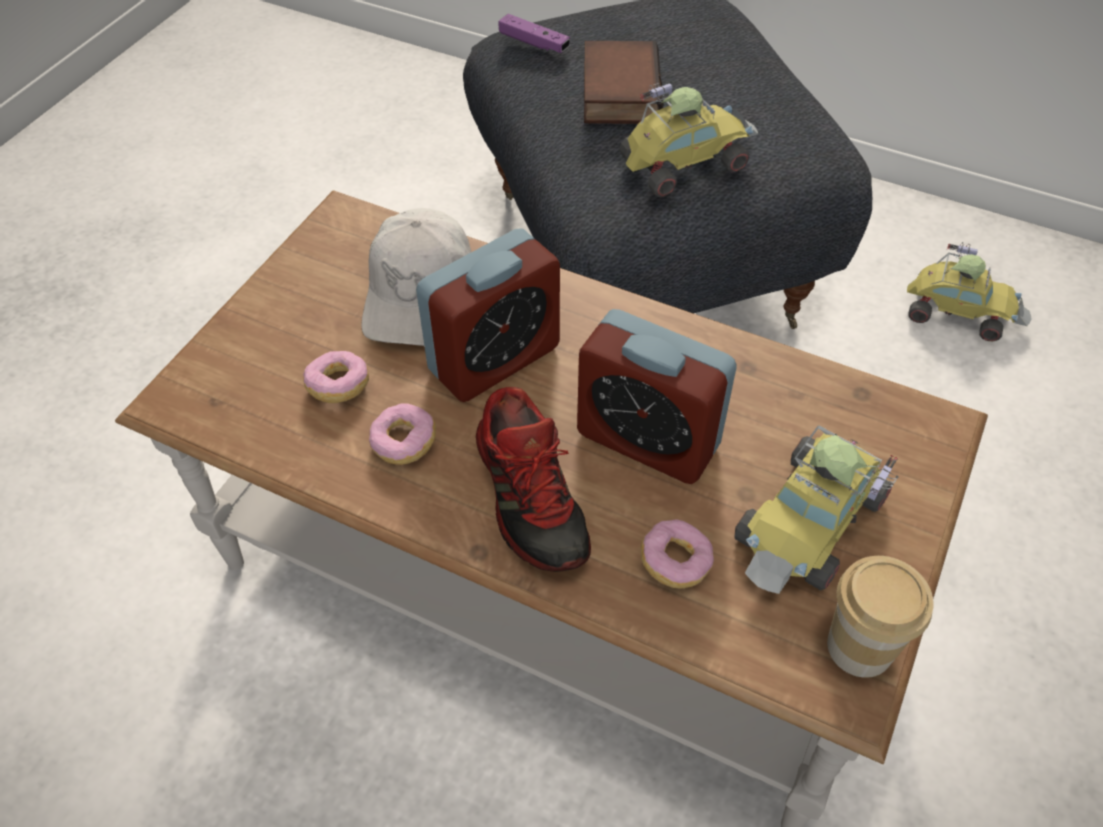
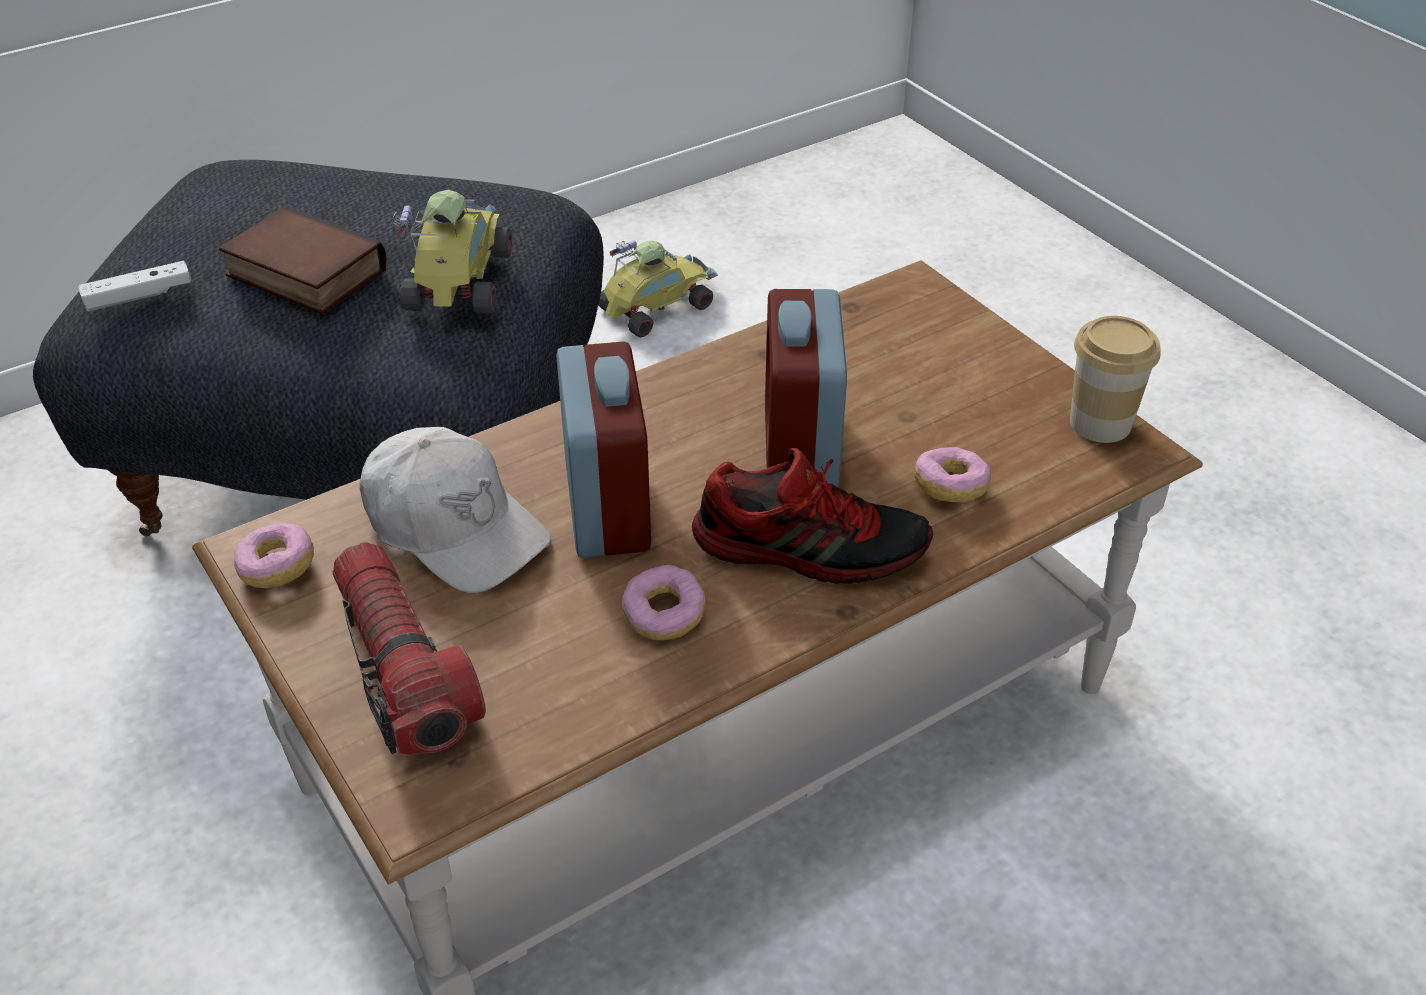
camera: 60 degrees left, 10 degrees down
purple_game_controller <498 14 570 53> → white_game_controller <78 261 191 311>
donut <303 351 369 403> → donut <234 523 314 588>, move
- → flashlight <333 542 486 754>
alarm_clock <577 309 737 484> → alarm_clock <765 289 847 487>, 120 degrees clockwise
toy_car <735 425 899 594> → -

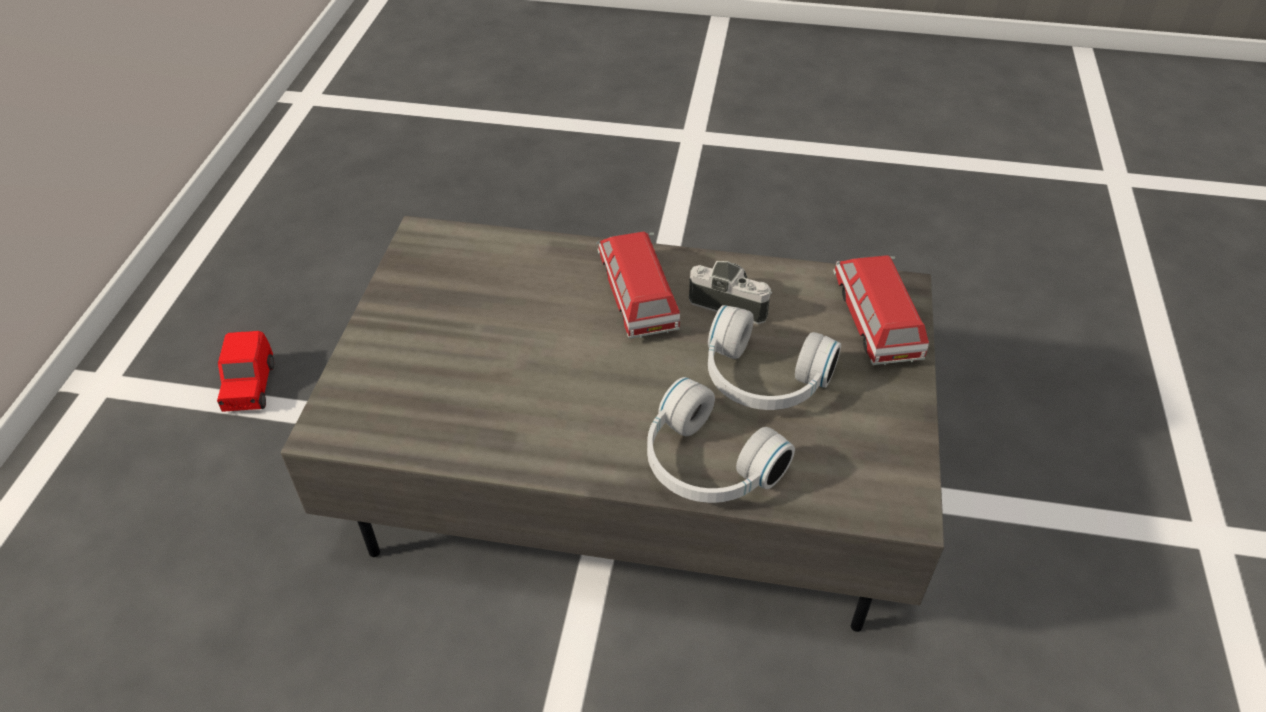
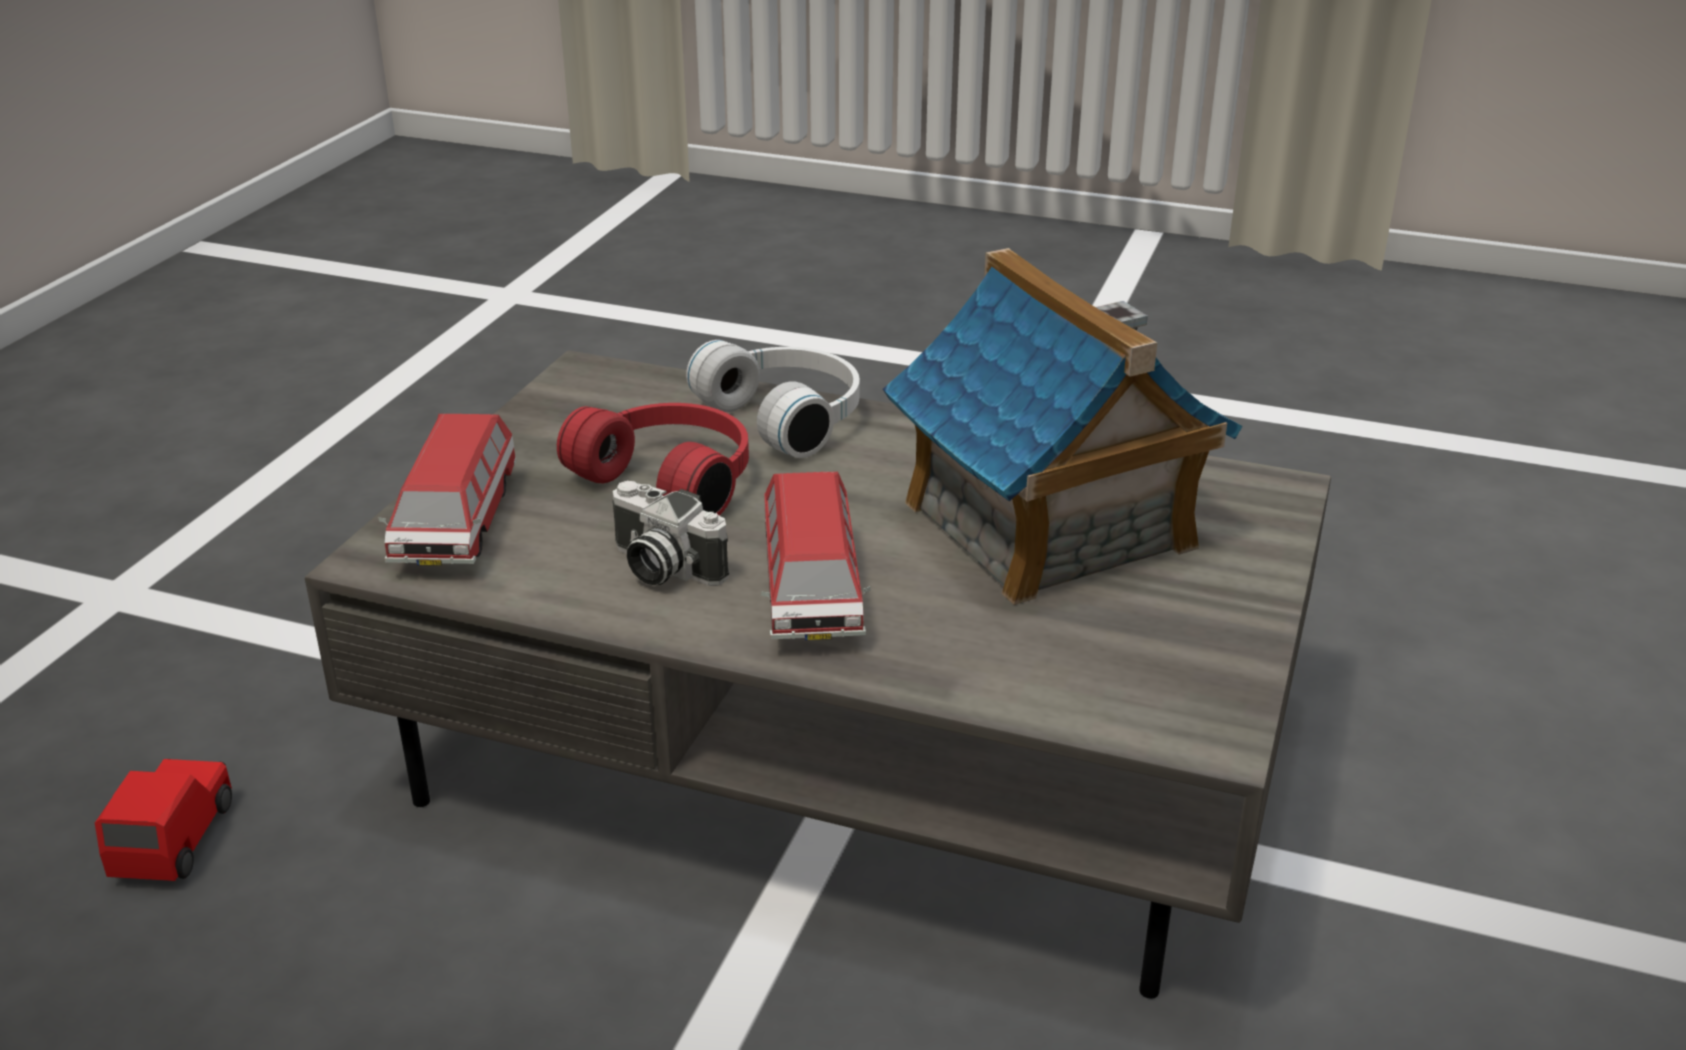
camera: 170 degrees left, 15 degrees down
red_toy_car <217 331 274 412> → red_toy_car <95 759 232 881>, move
white_headphones <708 305 841 410> → red_headphones <557 403 749 515>
- → toy_house <883 248 1243 605>

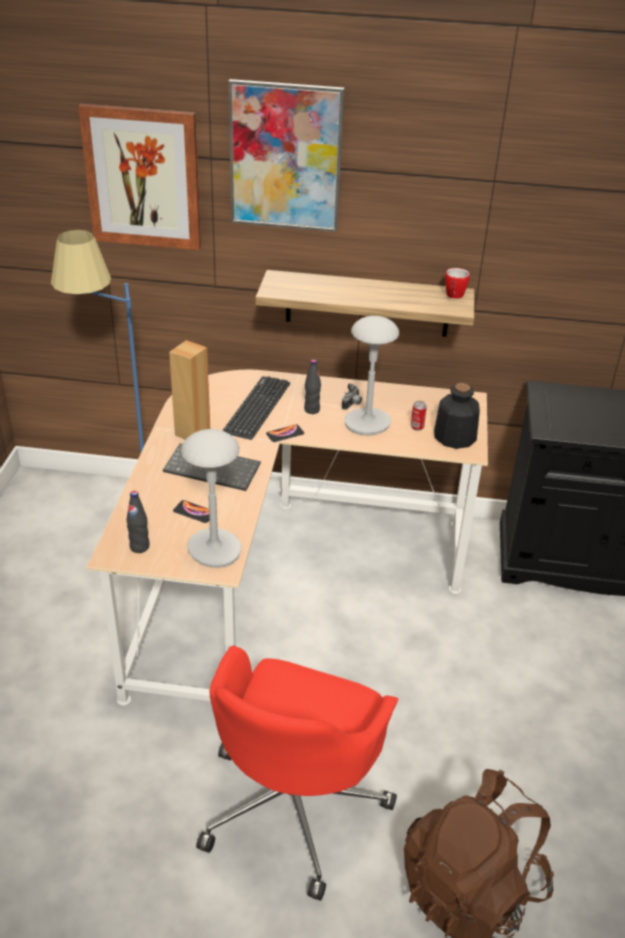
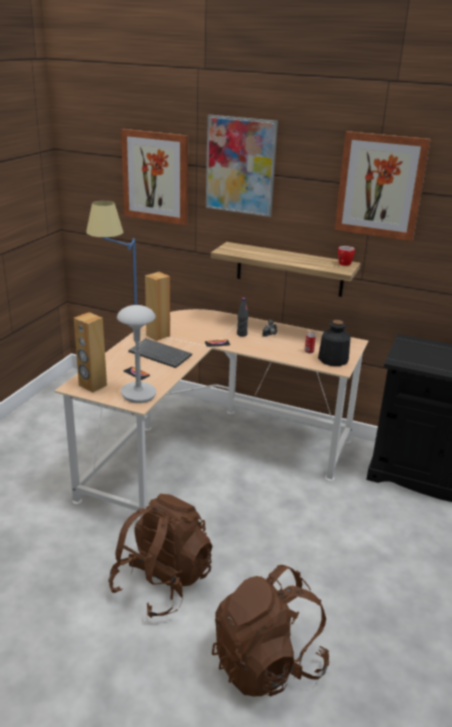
camera: 15 degrees right, 10 degrees down
black_bottle <126 491 149 553> → brown_speaker <74 312 107 393>
red_office_chair <196 646 398 901> → brown_backpack <108 494 213 618>
- → picture <334 131 431 241>
keyboard <222 376 290 440> → -
grey_table_lamp <345 316 399 435> → -

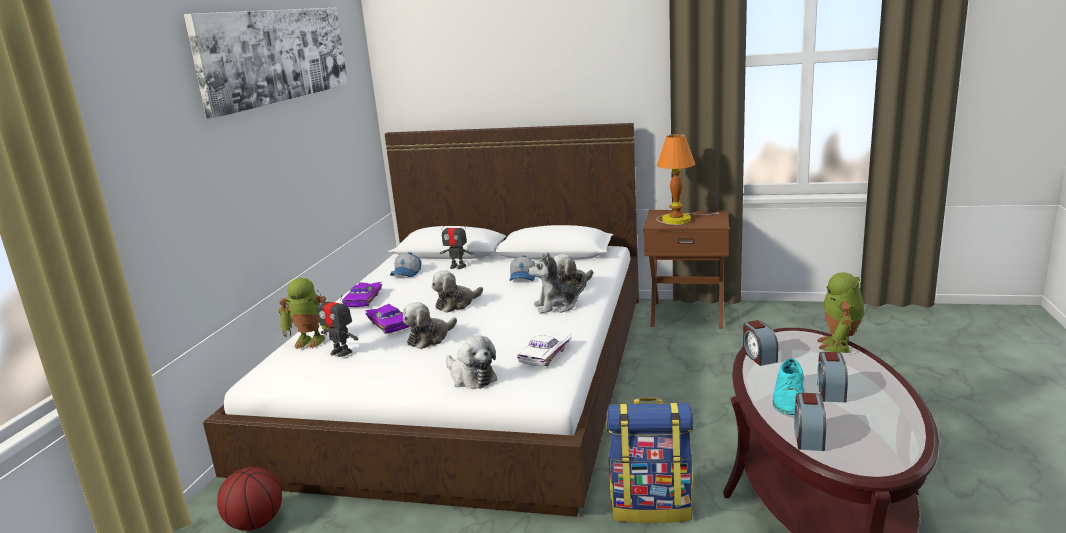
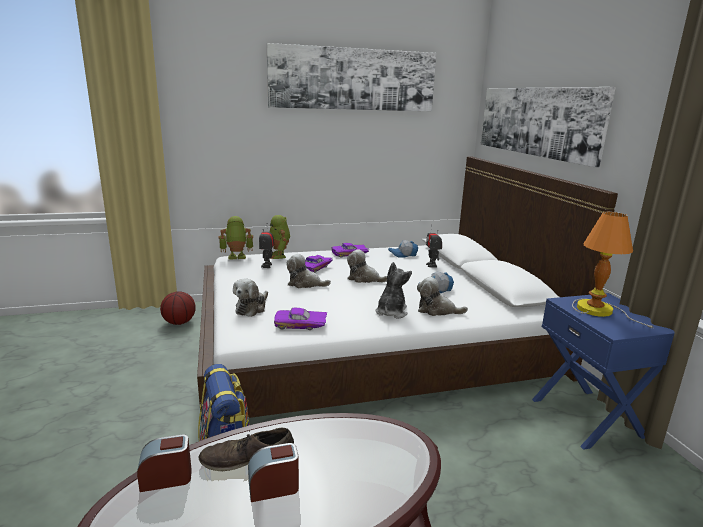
camera: 60 degrees right, 0 degrees up
turquoise_shoe <773 358 804 415> → brown_shoe <199 428 294 471>
toy_robot <817 272 865 353> → toy_robot <219 216 253 260>, move
white_toy_car <517 330 572 367> → purple_toy_car <274 308 327 330>
plush_toy <528 253 585 314> → plush_toy <375 262 412 319>, 60 degrees clockwise
- → picture <481 87 616 167>
brown_nightstand <644 210 729 329> → blue_nightstand <532 293 675 450>
alarm_clock <743 320 778 366> → -

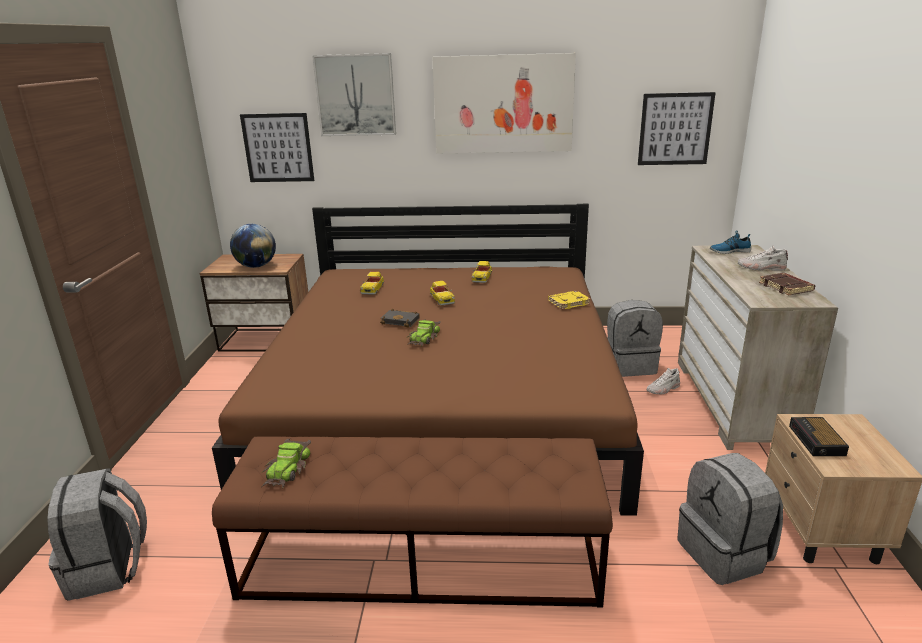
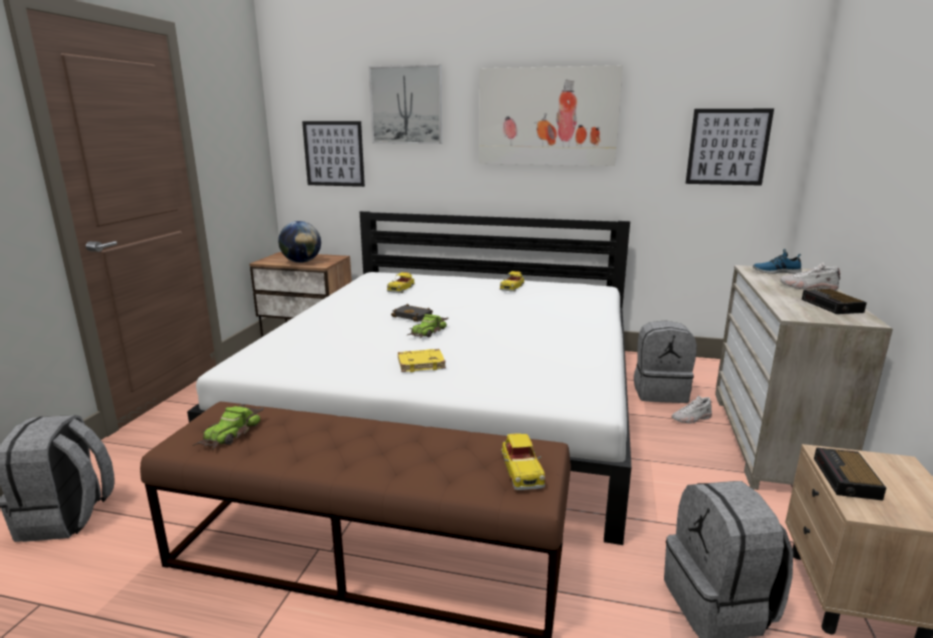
camera: 10 degrees right, 5 degrees down
brown_bed <212 204 644 516> → white_bed <187 211 631 545>
yellow_book <548 291 591 310> → yellow_book <398 349 446 372>, move
toy_car <430 281 455 305> → toy_car <501 433 545 490>, move
brown_book <759 273 815 296> → alarm_clock <802 289 867 314>

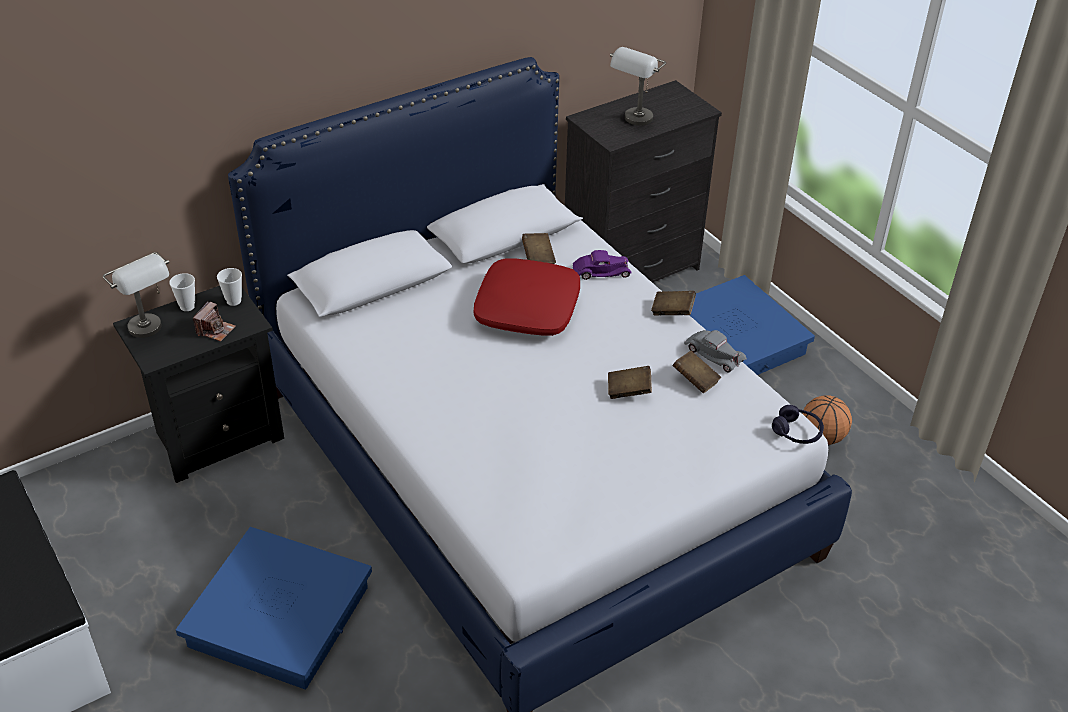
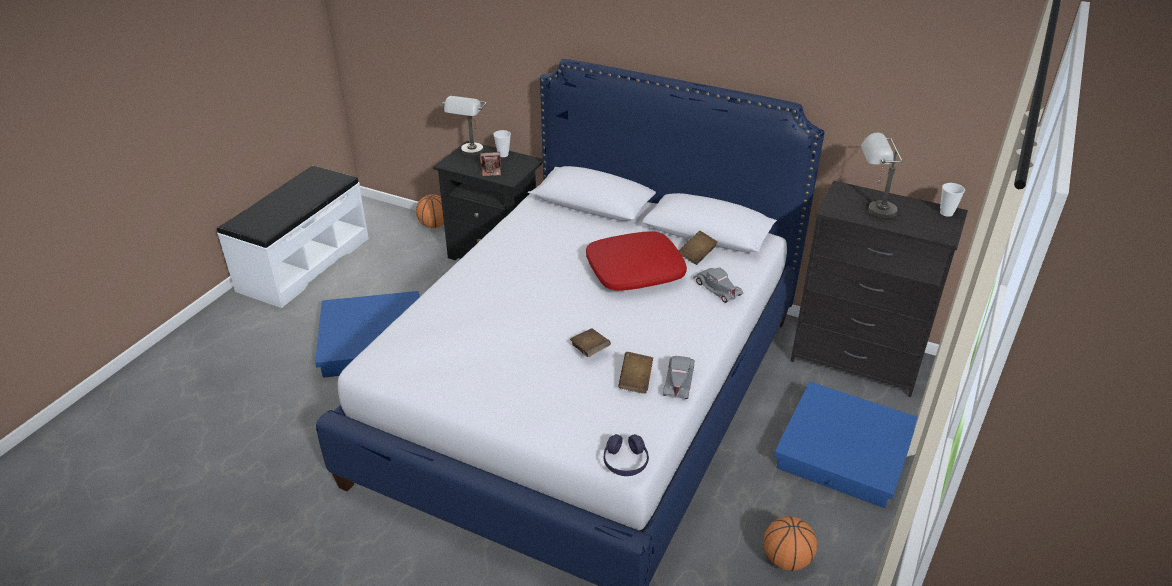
camera: 60 degrees right, 5 degrees down
- → basketball <416 194 444 228>
purple_toy_car <573 250 631 280> → grey_toy_car <693 268 743 303>
cup <217 268 242 306> → cup <940 183 965 217>, move
brown_book <651 291 696 316> → -

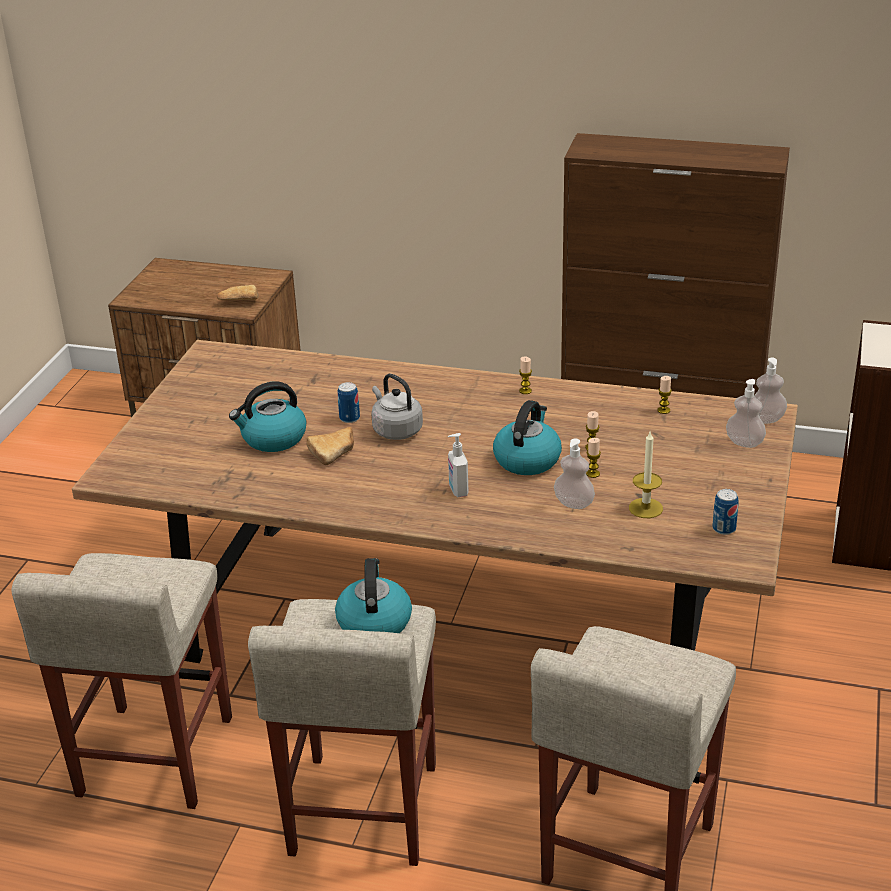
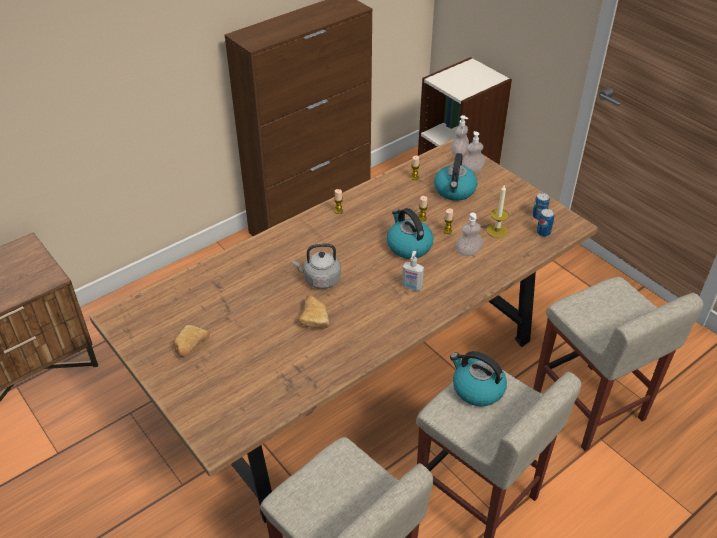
camera: 55 degrees left, 10 degrees up
bread <217 285 259 300> → bread <174 325 210 357>, move
kettle <229 381 306 452> → kettle <434 153 477 201>, move
can <337 382 360 423> → can <537 209 554 237>, move

